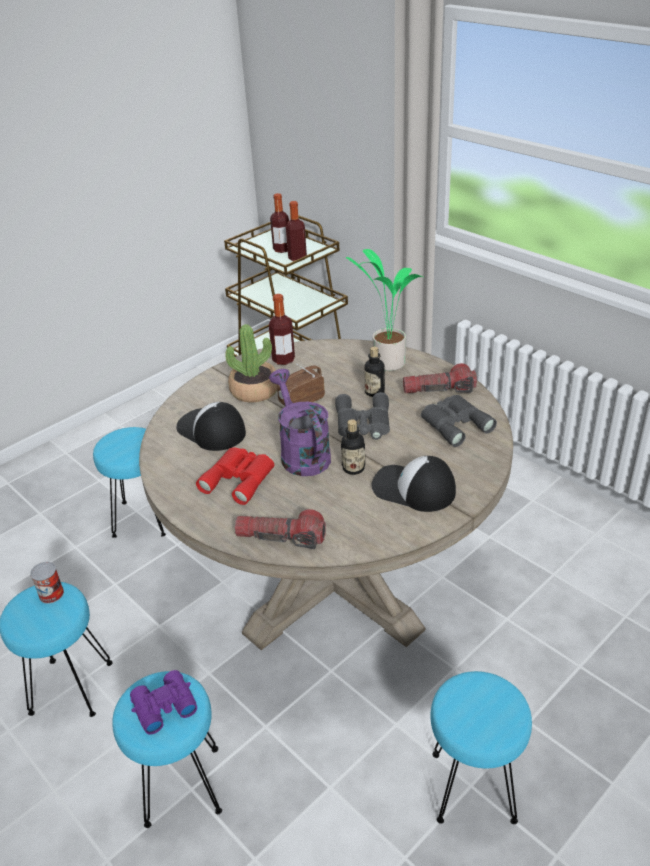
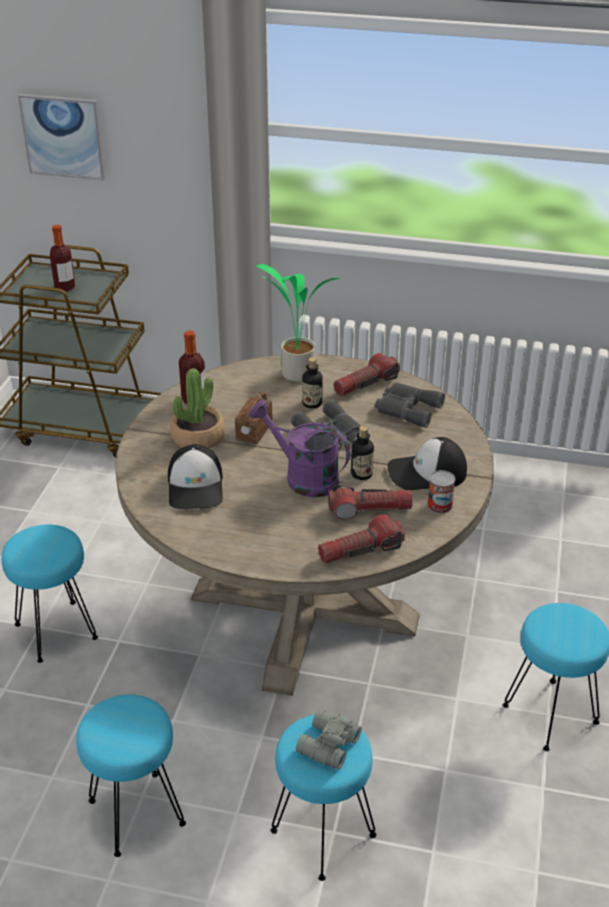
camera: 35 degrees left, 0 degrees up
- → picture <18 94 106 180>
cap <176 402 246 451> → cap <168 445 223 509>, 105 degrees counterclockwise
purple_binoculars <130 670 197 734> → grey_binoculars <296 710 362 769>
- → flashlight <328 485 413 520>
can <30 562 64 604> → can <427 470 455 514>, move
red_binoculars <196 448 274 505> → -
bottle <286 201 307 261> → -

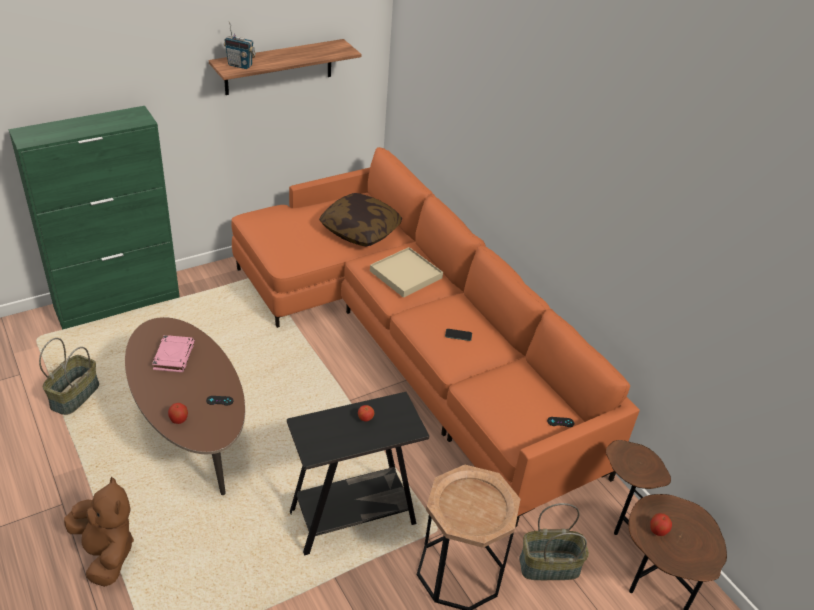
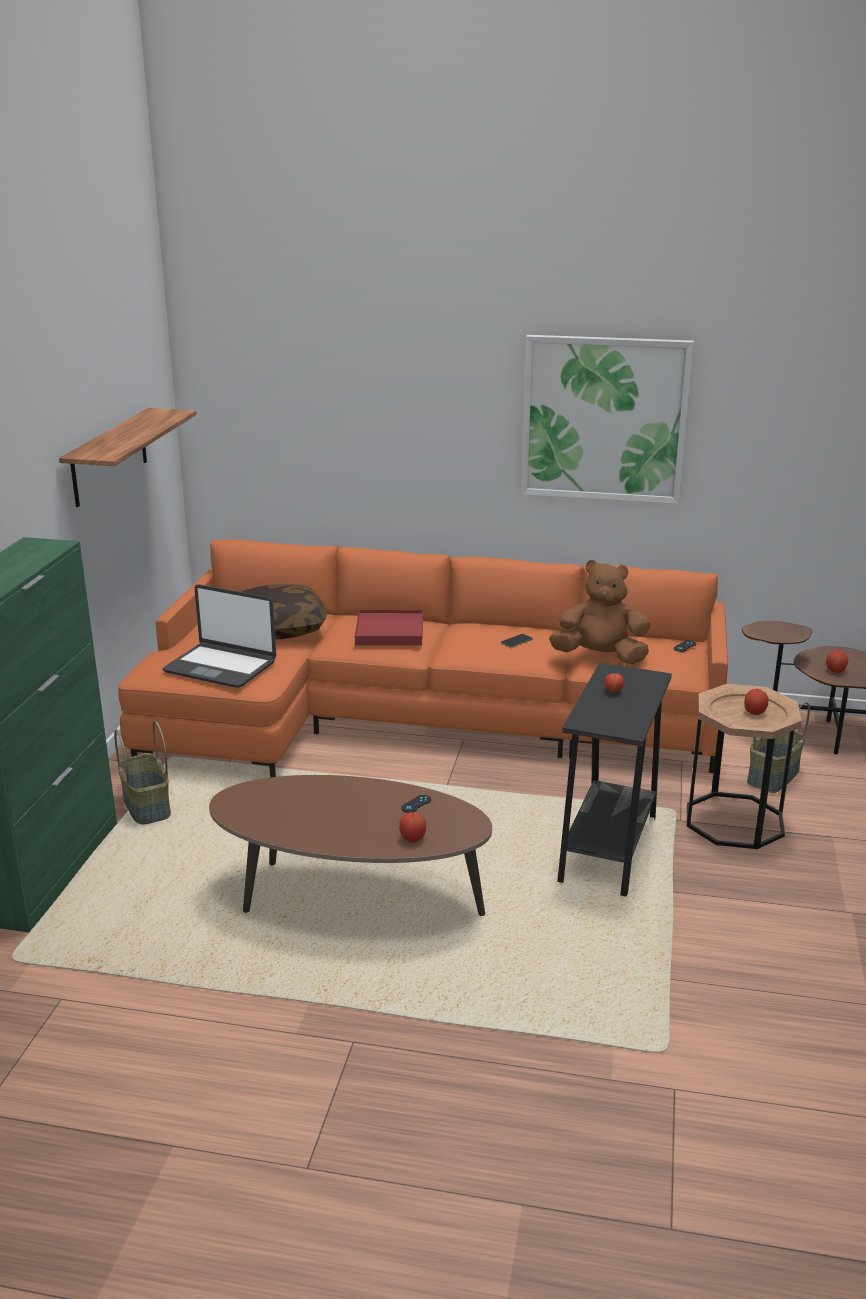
camera: 45 degrees left, 15 degrees down
basket <39 338 99 415> → basket <114 721 171 825>, move
- → laptop <163 584 276 688>
beige_tray <370 247 443 298> → red_tray <355 610 423 646>
- → picture <521 335 694 504>
brown_plush_toy <64 476 134 587> → brown_plush_toy <549 560 651 664>, move
- → apple <744 688 768 715>
pink_book <152 335 195 372> → -
radio <224 21 256 69> → -

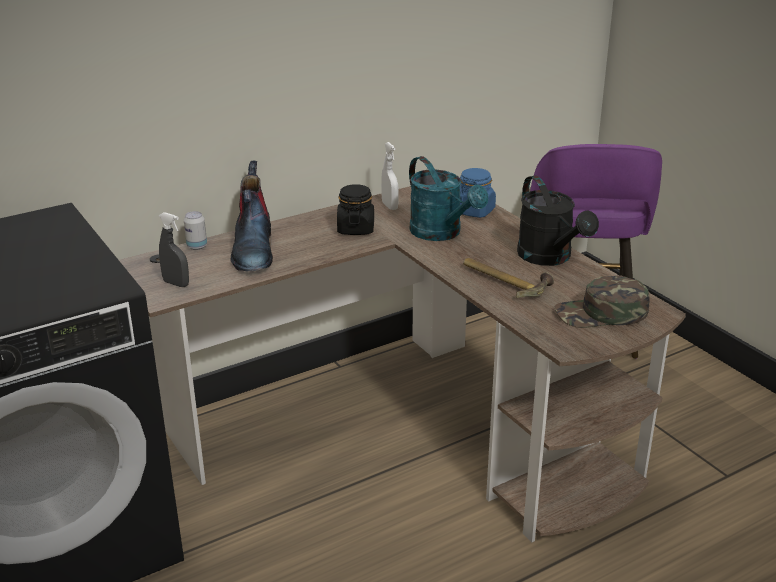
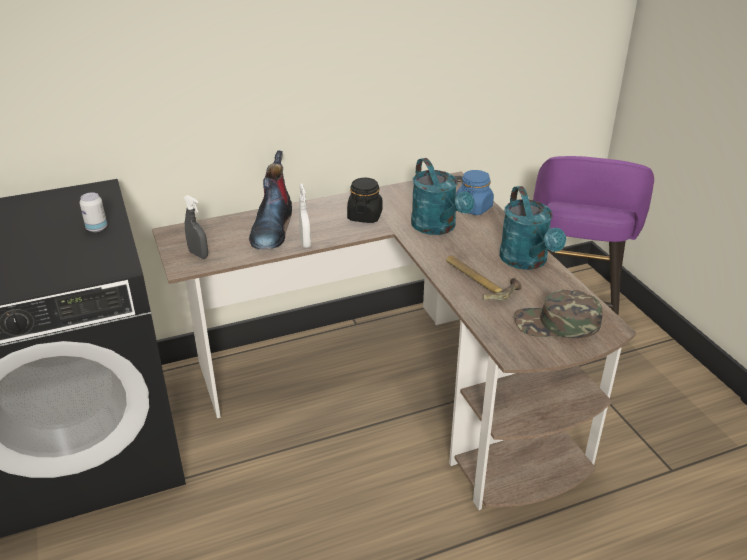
camera: 10 degrees right, 5 degrees up
can <184 211 207 250> → can <80 192 107 232>, move
white_spray_bottle <381 142 399 210> → white_spray_bottle <299 184 311 248>, move
black_watering_can <517 175 599 266> → turquoise_watering_can <499 186 566 270>

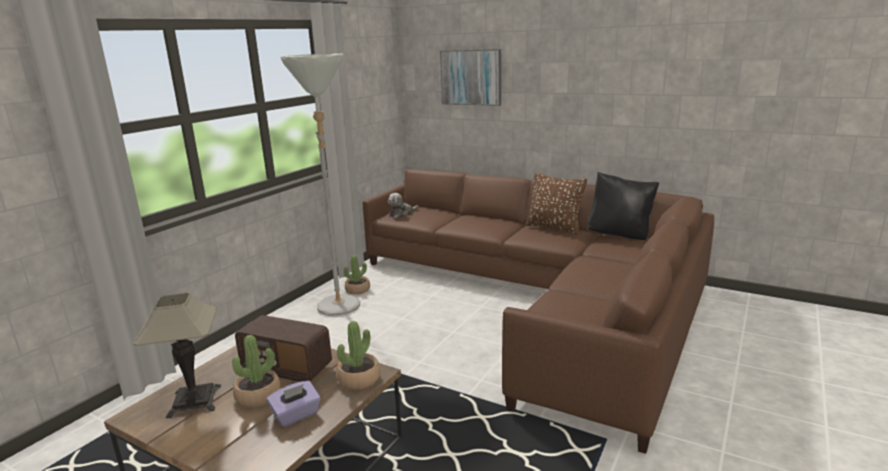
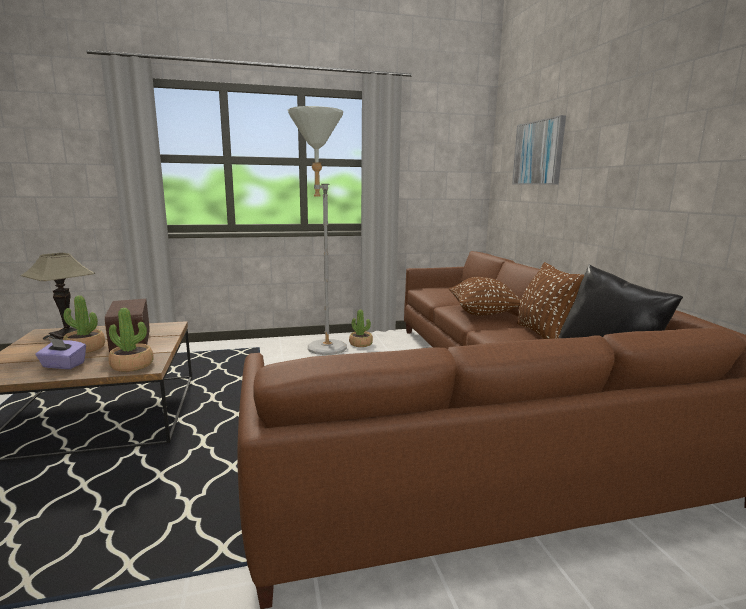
camera: 45 degrees right, 5 degrees down
- → brown_pillow <449 277 521 316>
plush_toy <388 193 419 218> → -

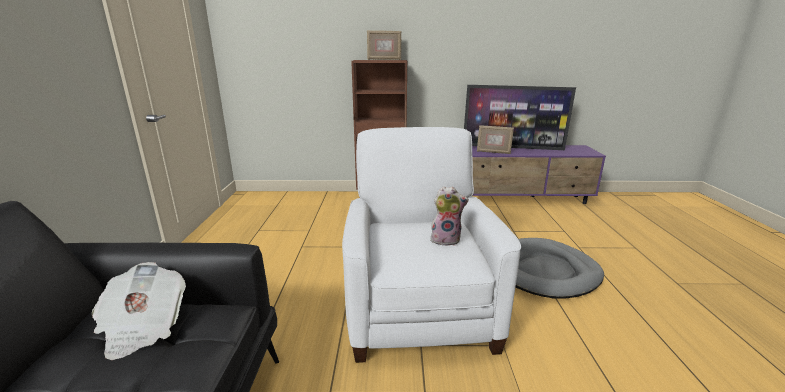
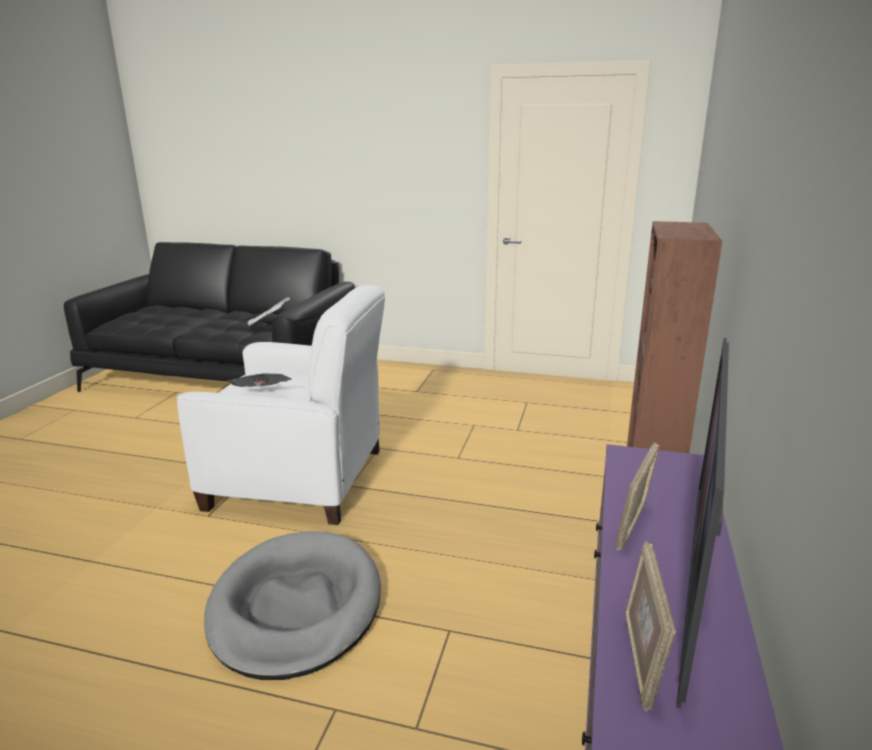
camera: 105 degrees right, 0 degrees up
plush_toy <431 186 469 246> → newspaper <227 373 291 387>
picture_frame <367 30 401 60> → picture_frame <625 541 676 712>, move

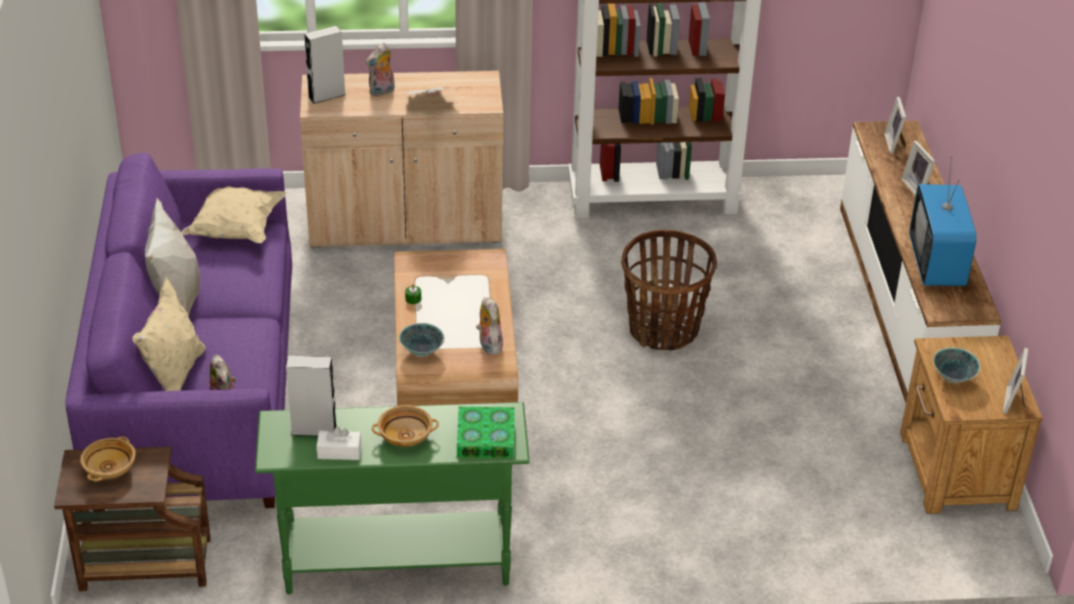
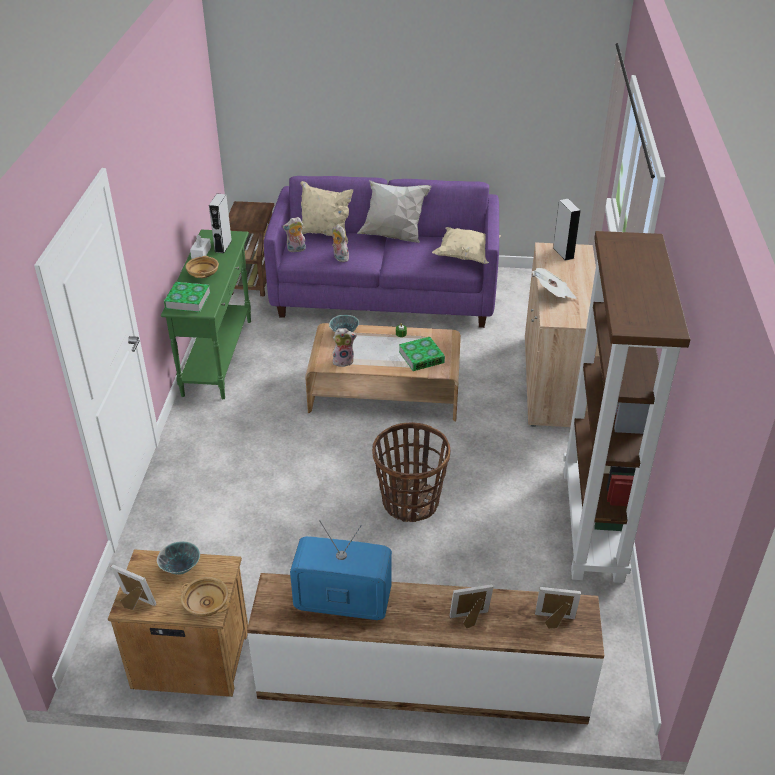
camera: 100 degrees right, 0 degrees up
beige_bowl <80 437 136 481> → beige_bowl <181 577 230 617>, move
plush_toy <366 43 395 97> → plush_toy <332 225 349 262>, move
- → book <399 337 445 371>

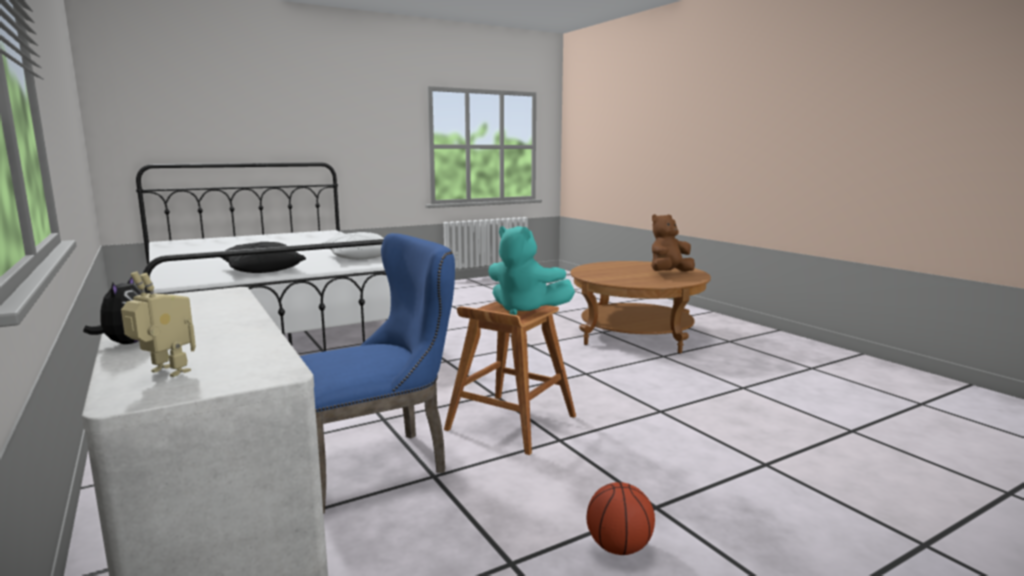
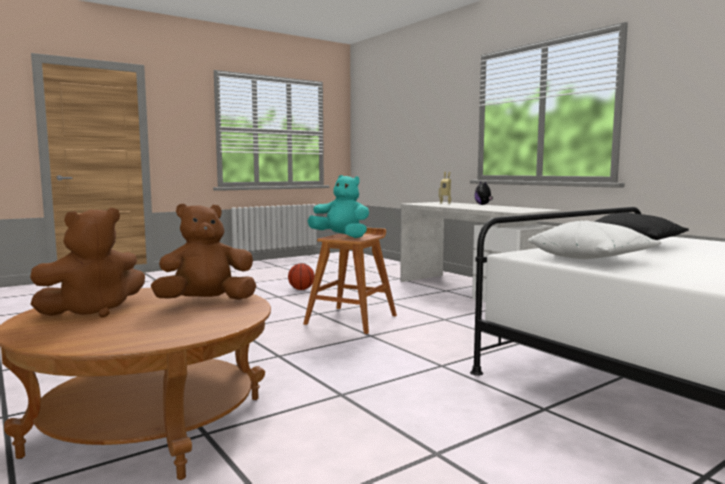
camera: 175 degrees right, 5 degrees down
- → brown_plush_toy <151 203 256 300>
blue_chair <300 233 455 514> → -

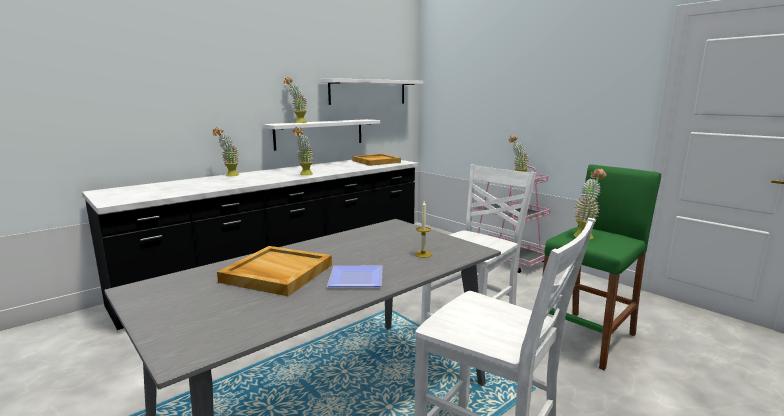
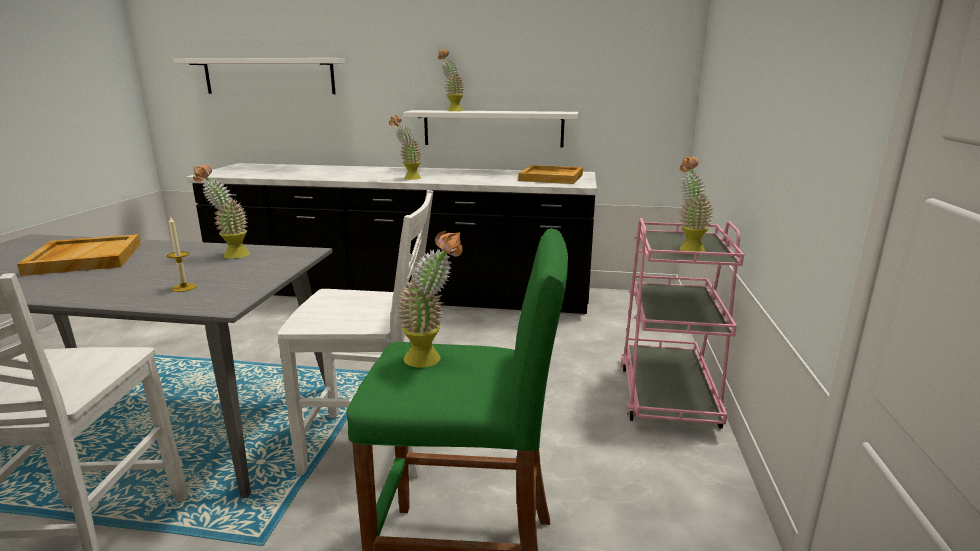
camera: 50 degrees right, 5 degrees up
white_shelf <320 78 423 105> → white_shelf <173 58 345 94>, move
potted_plant <213 127 240 177> → potted_plant <193 165 250 259>, move
plate <327 265 383 287> → -

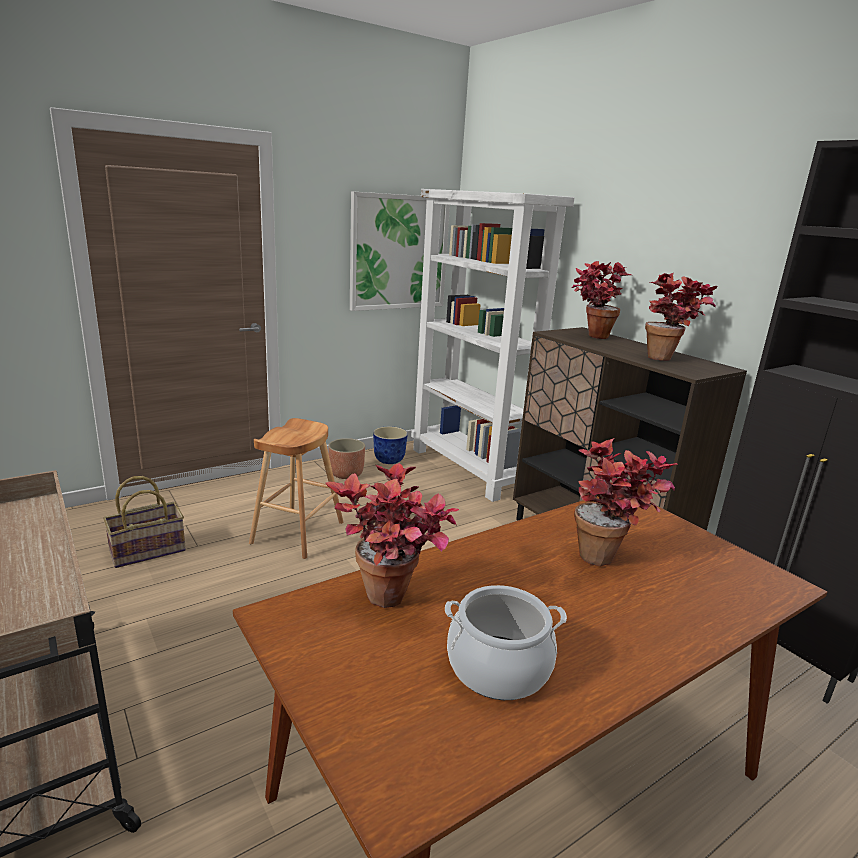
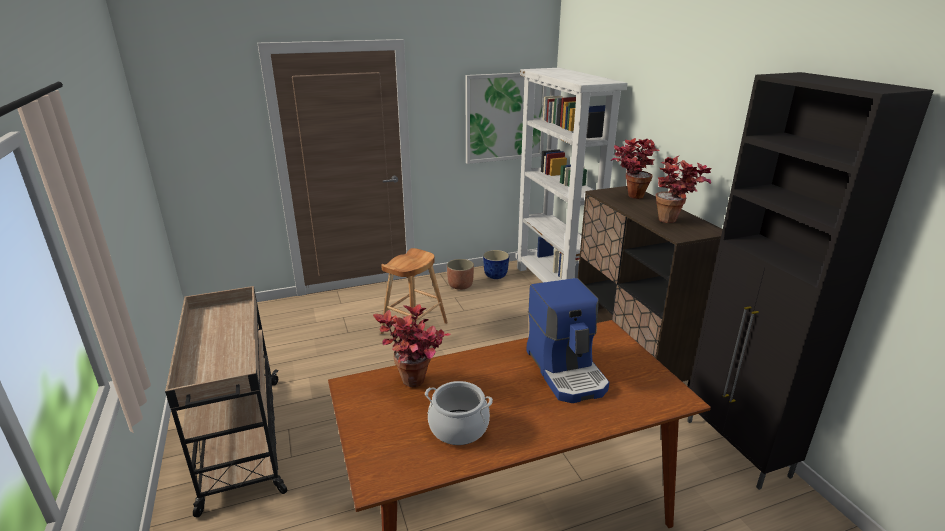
camera: 15 degrees right, 5 degrees up
potted_plant <574 438 678 566> → coffee_machine <526 278 609 403>
basket <103 476 186 568> → -

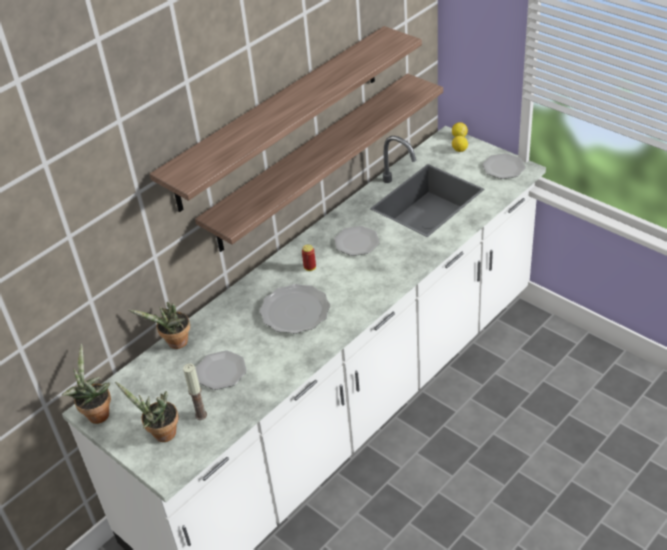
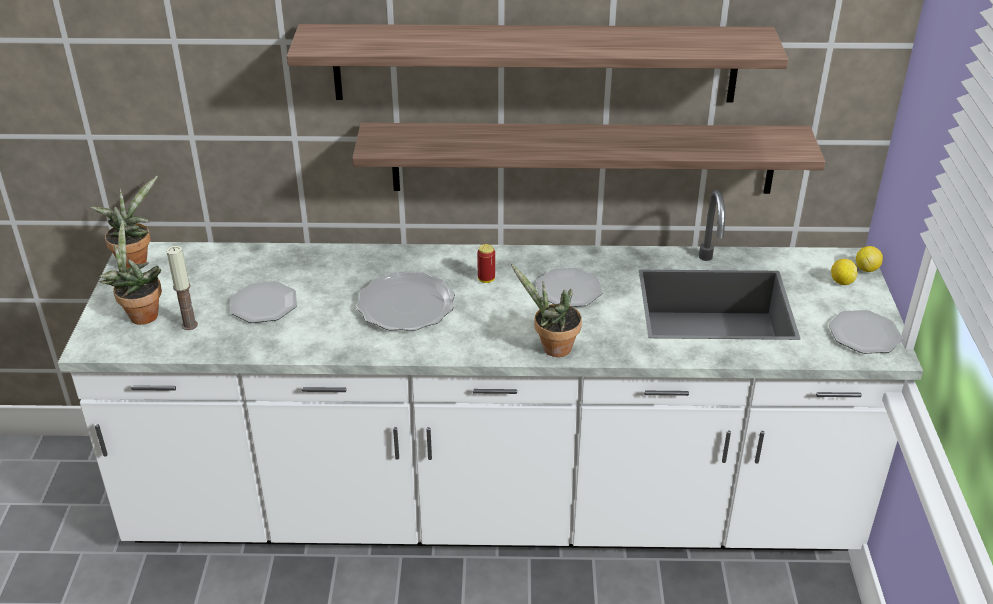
camera: 45 degrees right, 5 degrees down
potted_plant <129 302 190 349> → potted_plant <511 263 582 357>, move

